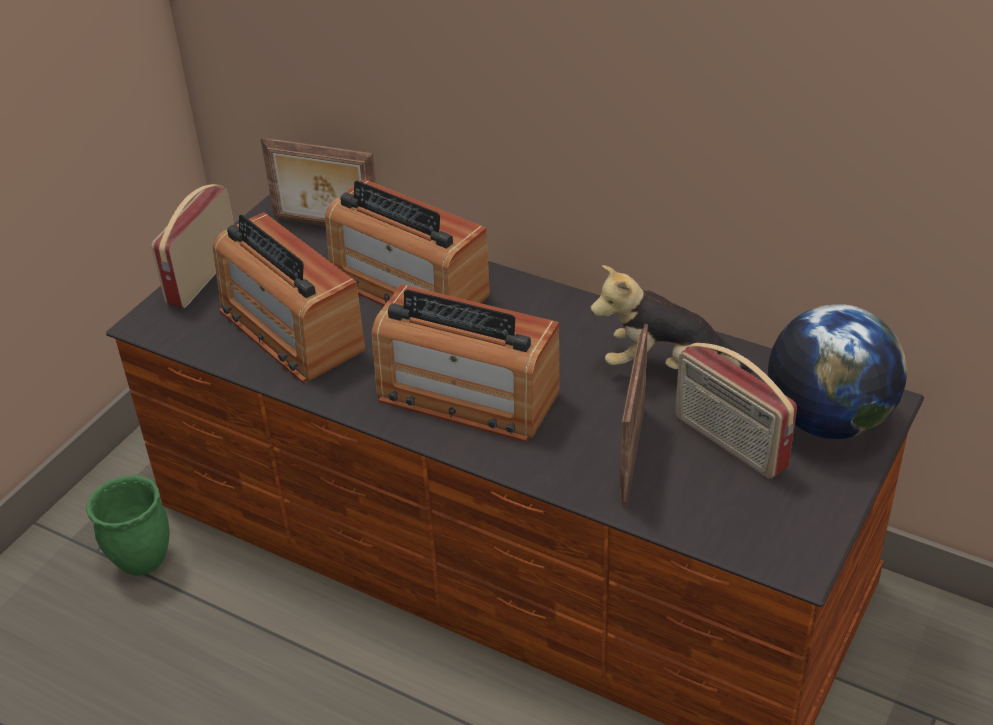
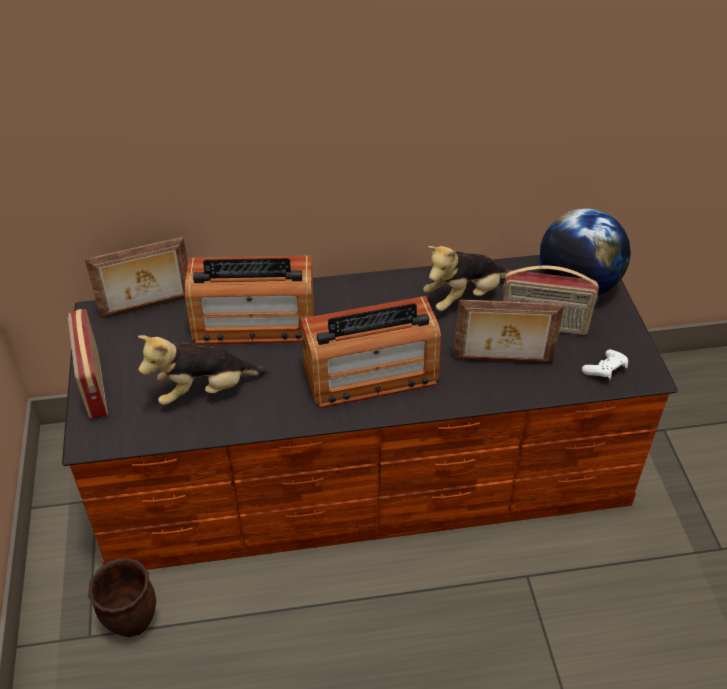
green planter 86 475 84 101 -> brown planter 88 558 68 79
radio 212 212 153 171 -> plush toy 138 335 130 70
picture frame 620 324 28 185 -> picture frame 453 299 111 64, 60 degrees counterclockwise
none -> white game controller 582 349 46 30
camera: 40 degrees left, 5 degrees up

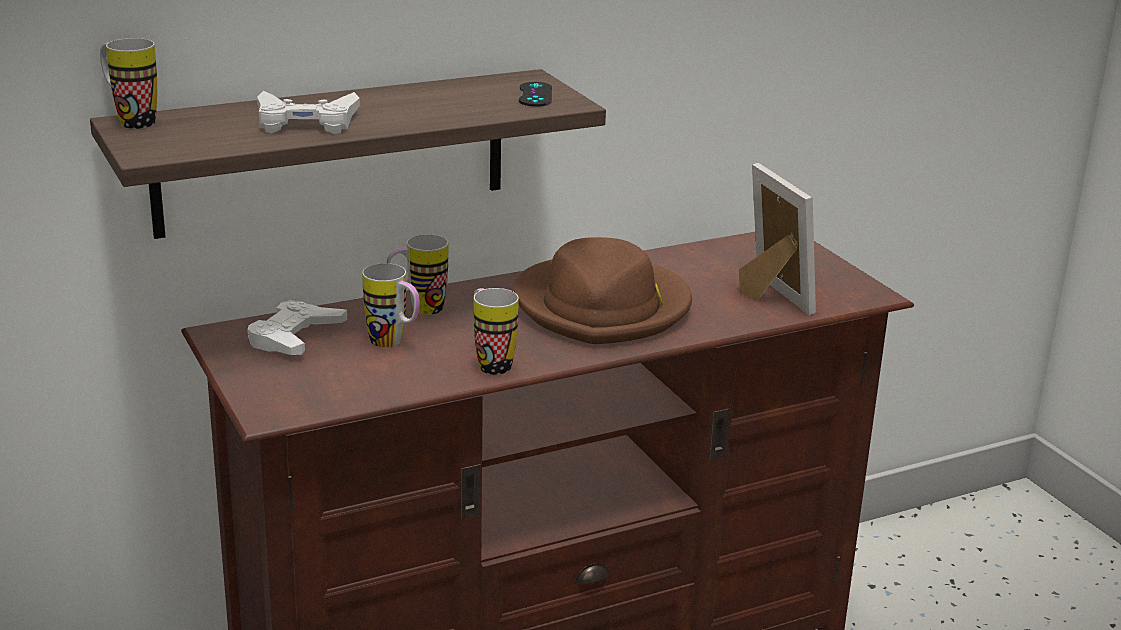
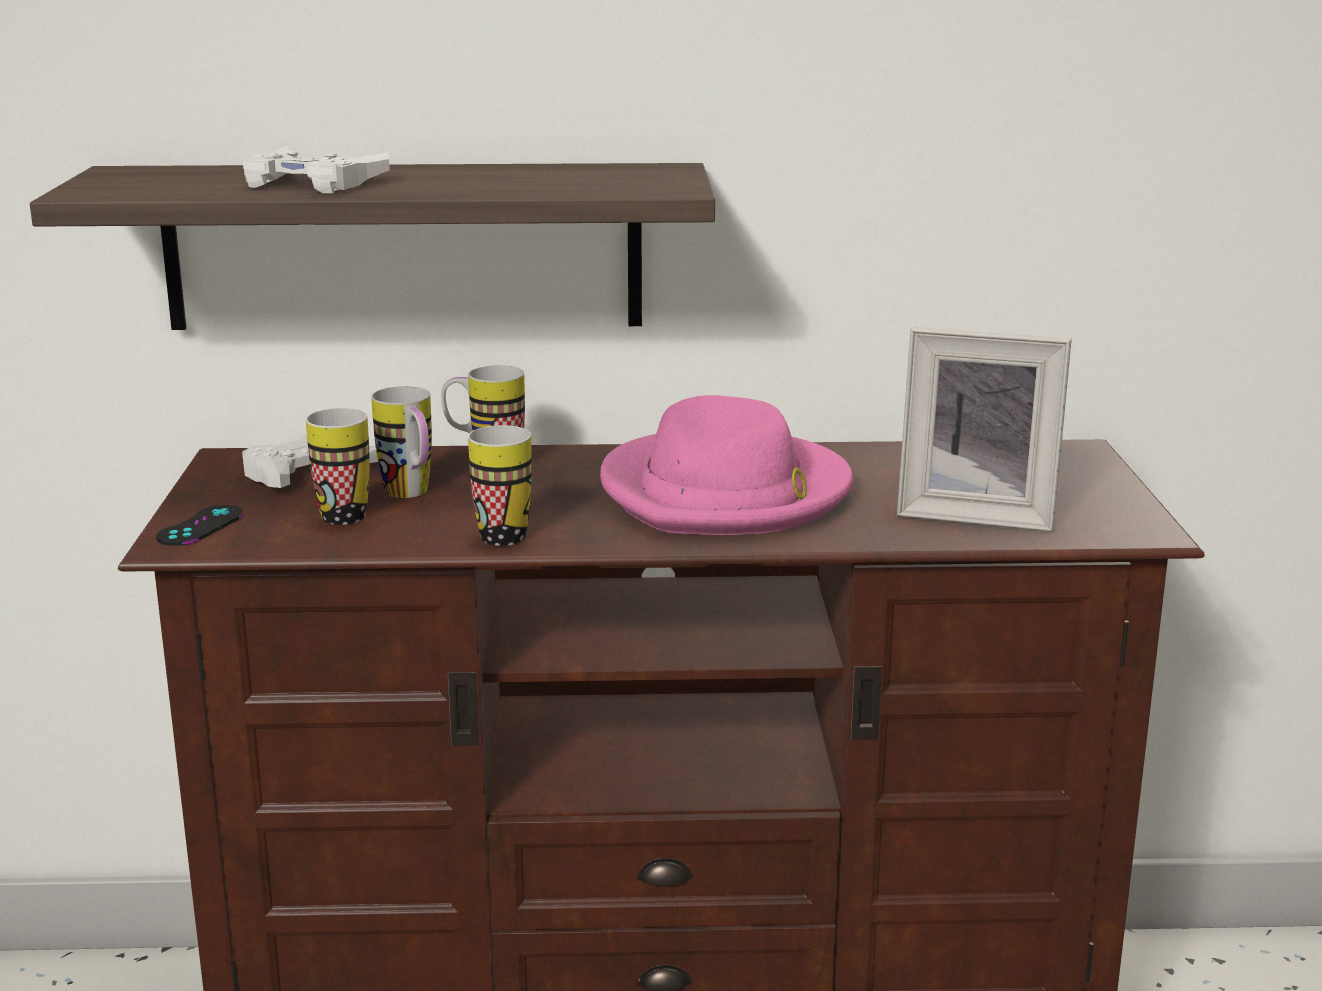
mug 100 38 57 91 -> mug 306 408 64 117, moved
brown hat 514 237 178 107 -> pink hat 600 395 253 140
black game controller 519 82 33 25 -> black game controller 156 505 88 41, moved
picture frame 739 163 77 152 -> picture frame 897 327 175 205, 105 degrees clockwise
camera: 25 degrees right, 5 degrees down

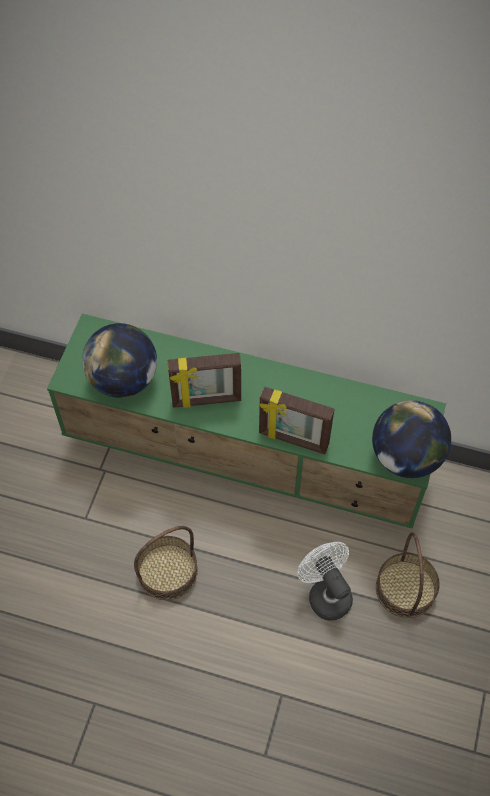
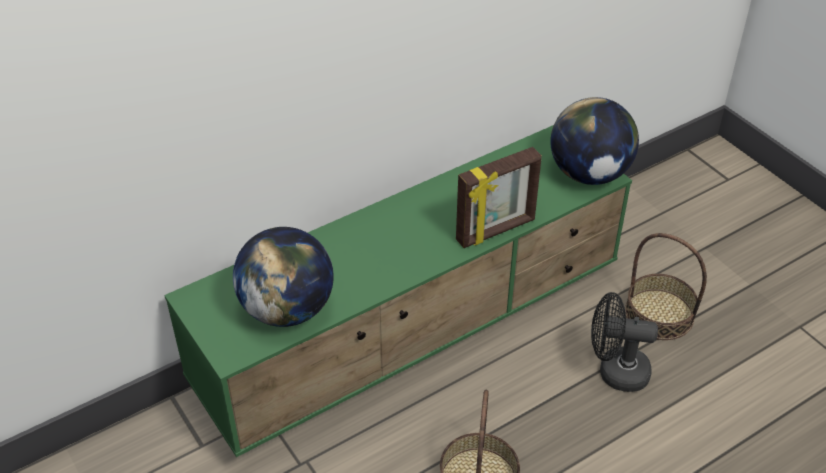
picture frame 167 353 74 55 -> none
white fan 297 542 56 79 -> black fan 591 292 67 100
camera: 50 degrees left, 15 degrees down

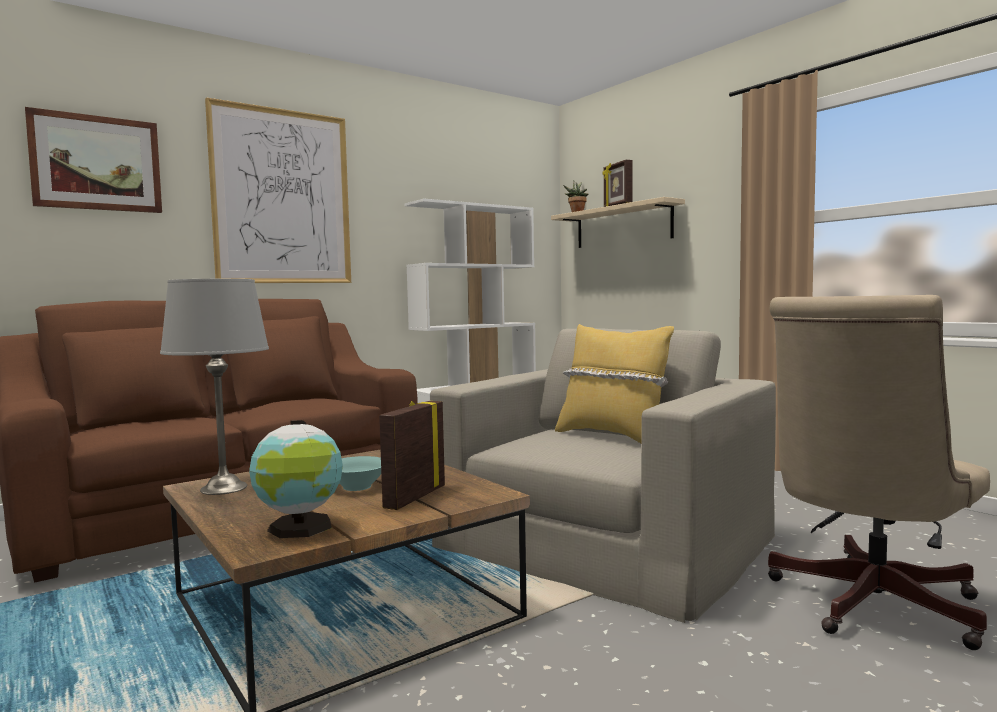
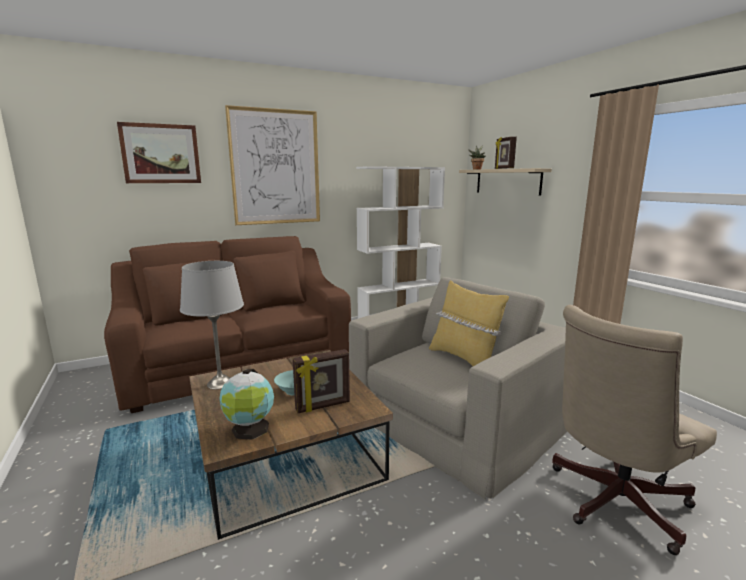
picture frame 379 401 66 109 -> picture frame 293 349 57 64, 150 degrees counterclockwise
camera: 10 degrees right, 10 degrees up

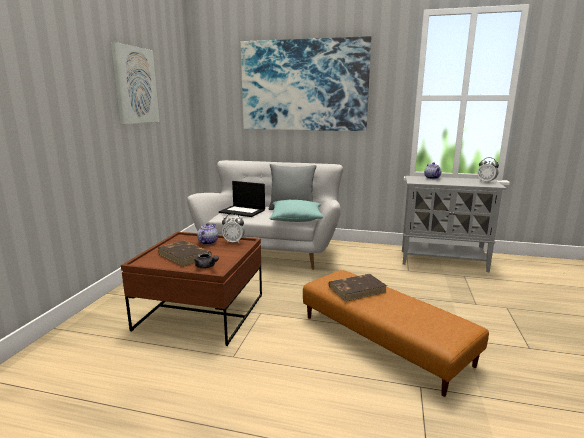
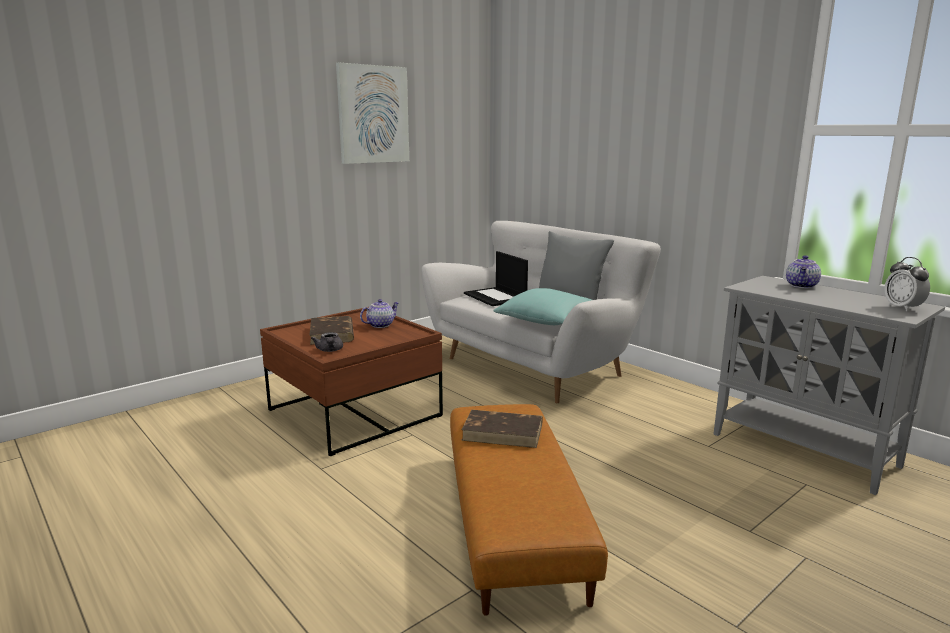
alarm clock 222 214 23 29 -> none
picture 241 36 130 95 -> none
camera: 35 degrees right, 0 degrees up

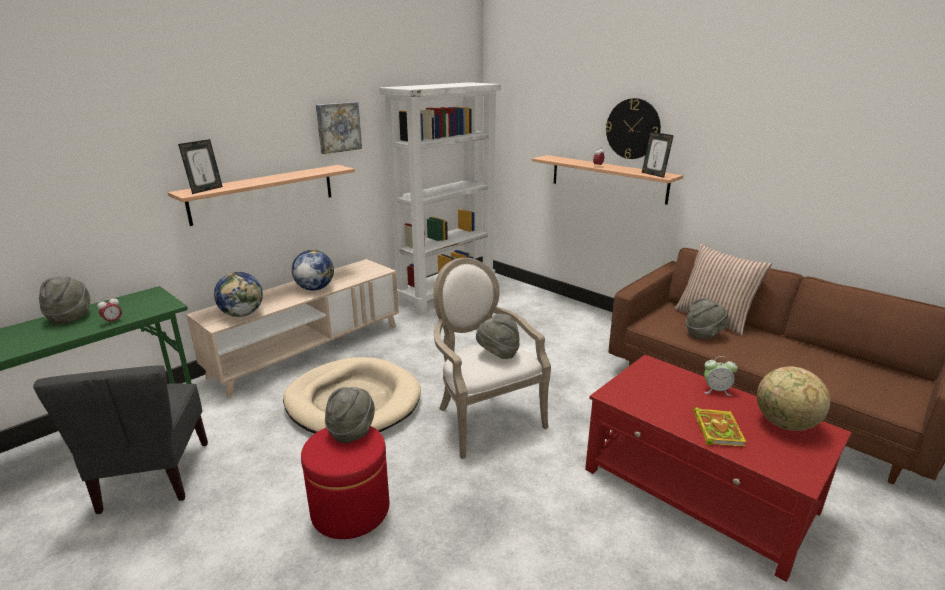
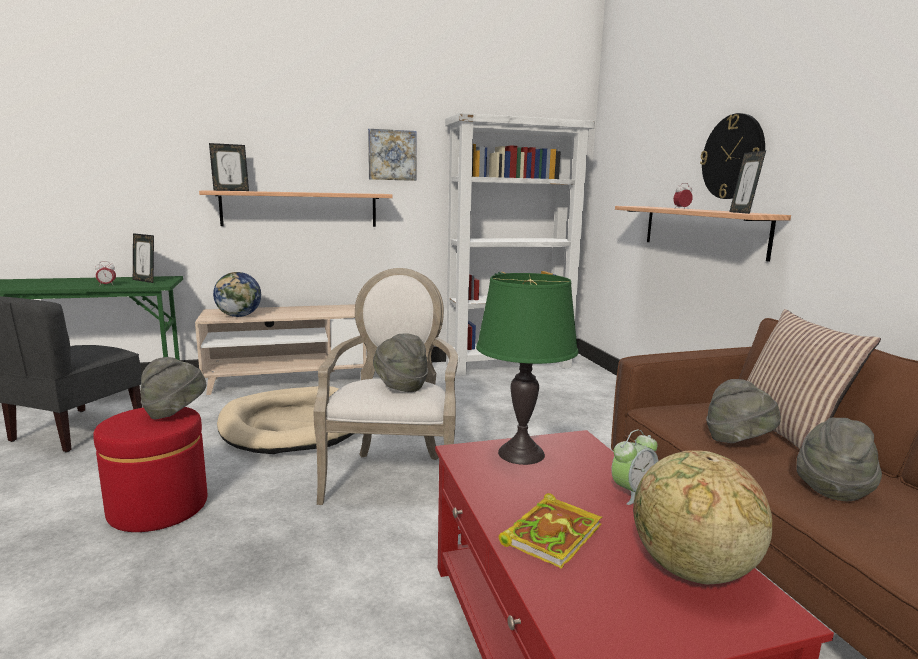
grey hat 39 276 51 49 -> grey hat 796 418 86 83, moved
globe 292 250 42 41 -> none
alarm clock 704 356 34 40 -> alarm clock 611 430 47 75, 75 degrees counterclockwise
none -> picture frame 133 233 21 50
none -> green table lamp 476 273 103 192
camera: 30 degrees right, 10 degrees down

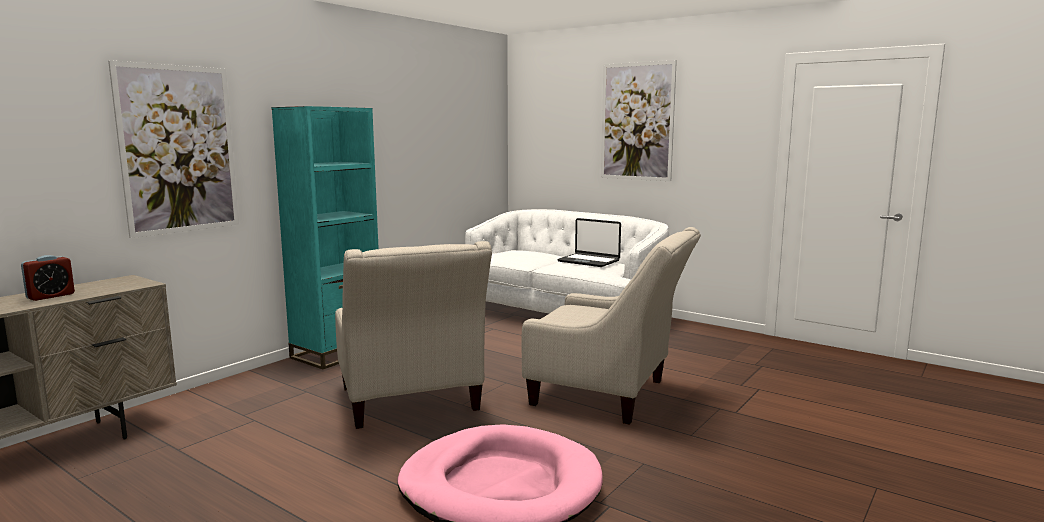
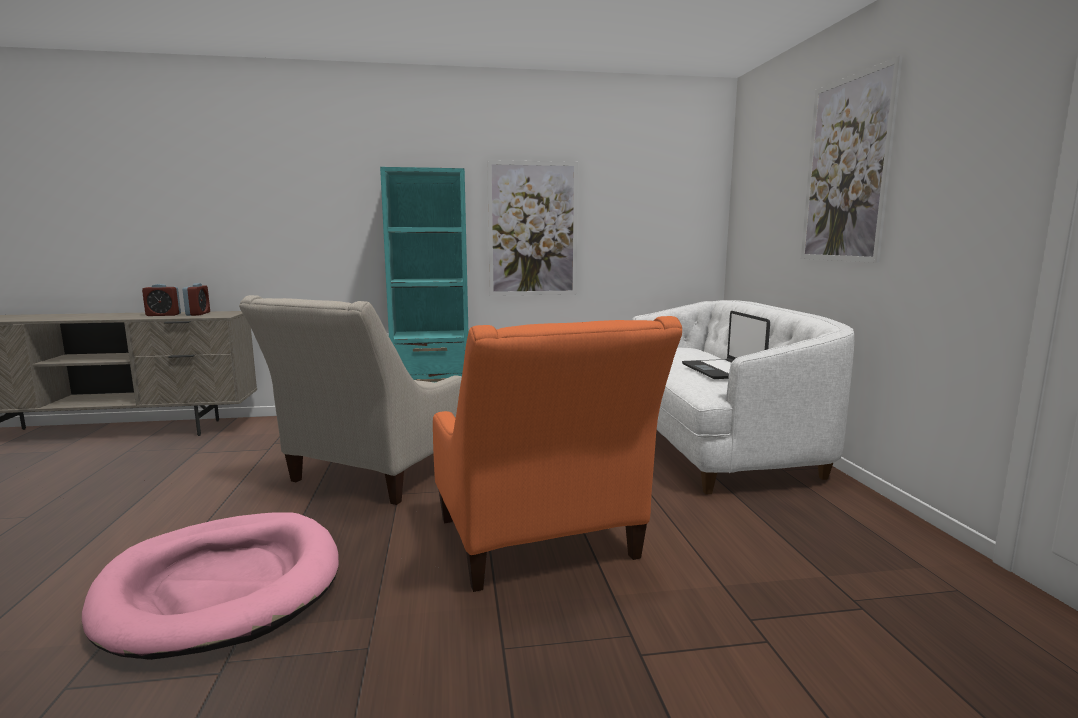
picture 108 60 131 178 -> picture 487 160 91 136, moved
beige armchair 522 227 179 198 -> orange armchair 433 316 249 276
none -> alarm clock 183 283 27 33
camera: 45 degrees right, 0 degrees up

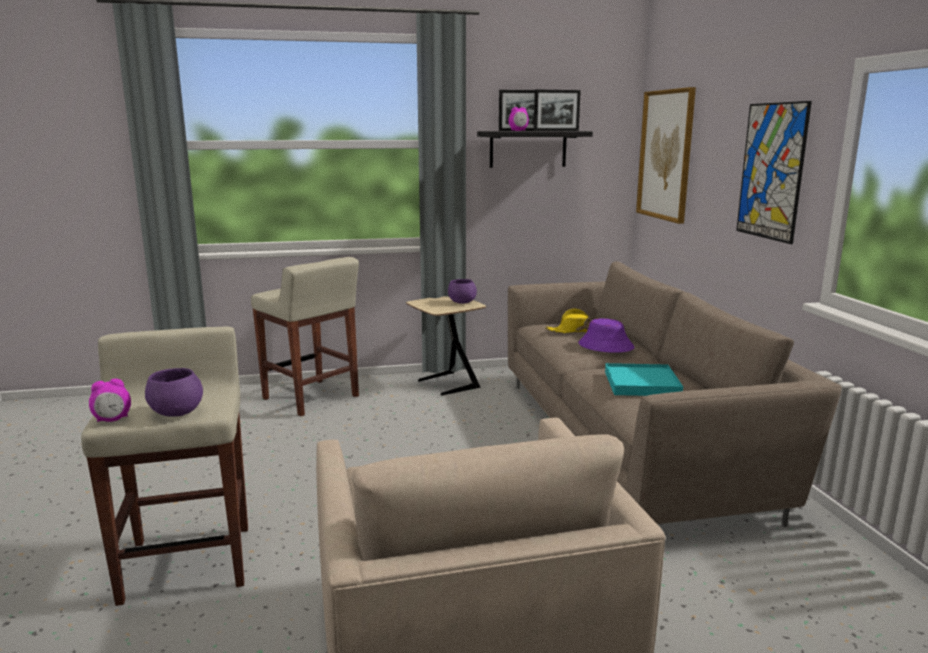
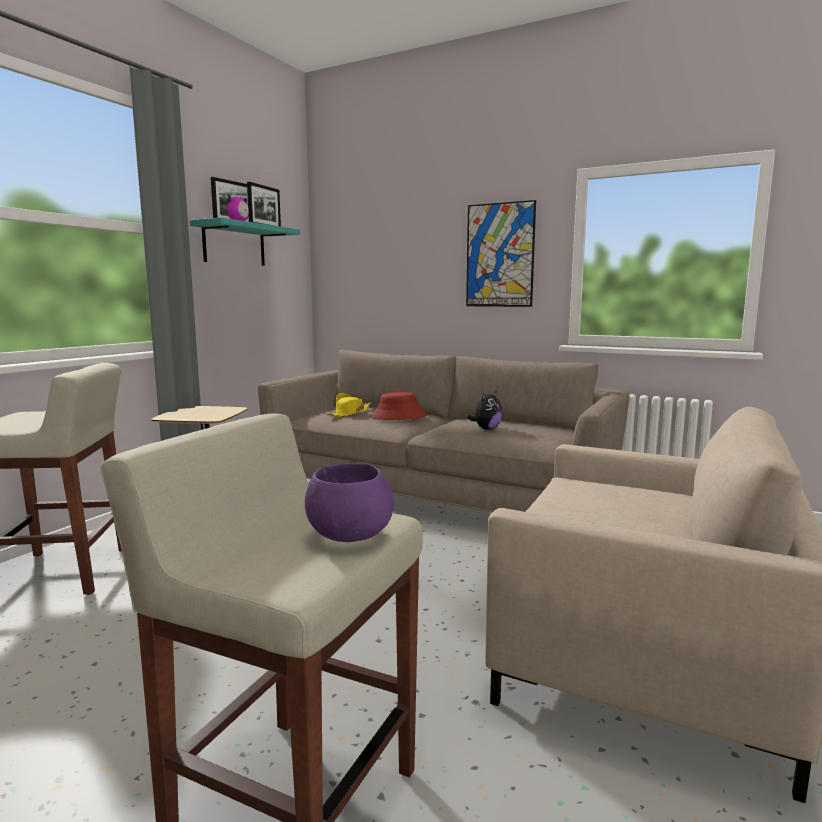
alarm clock 89 379 42 43 -> none
purple bowl 448 279 29 25 -> none
black shelf 477 131 116 37 -> turquoise shelf 190 218 110 48
purple hat 578 319 57 34 -> red hat 370 392 57 28
turquoise tray 605 363 78 33 -> plush toy 468 390 35 40
picture 636 87 60 137 -> none
camera: 50 degrees left, 5 degrees down

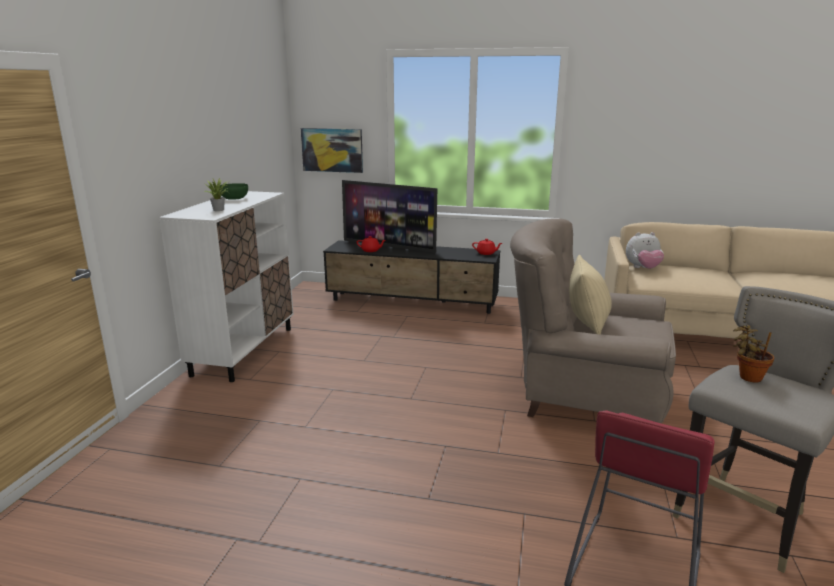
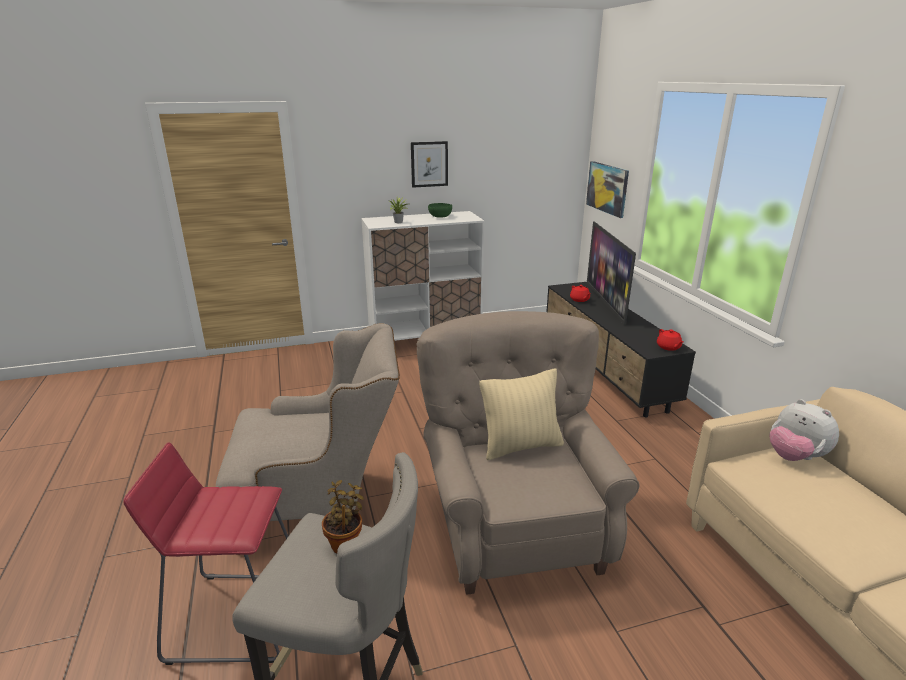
none -> beige armchair 216 323 184 198
none -> picture 411 141 37 47
camera: 60 degrees right, 5 degrees up

